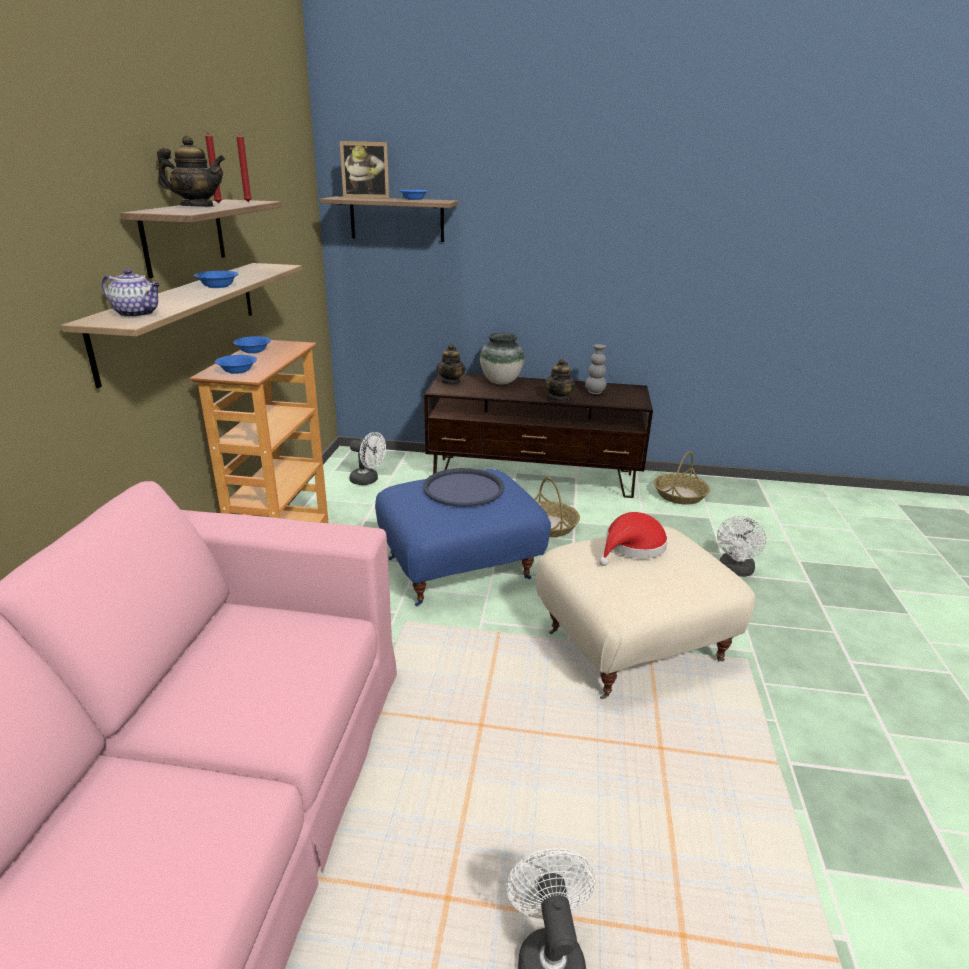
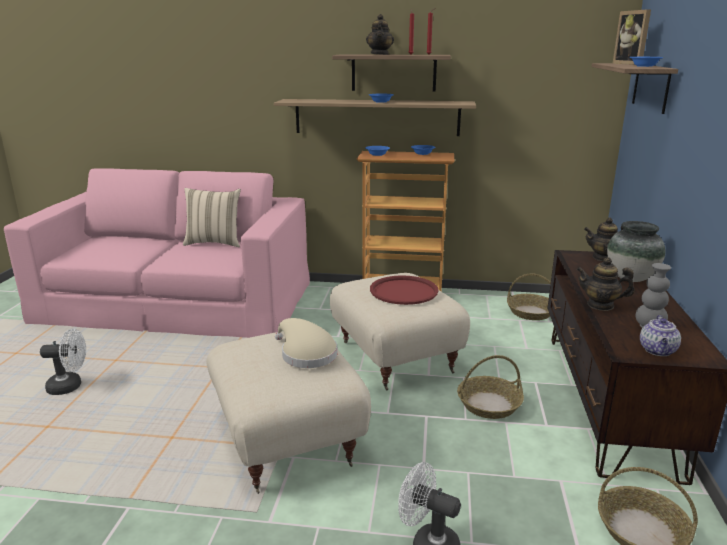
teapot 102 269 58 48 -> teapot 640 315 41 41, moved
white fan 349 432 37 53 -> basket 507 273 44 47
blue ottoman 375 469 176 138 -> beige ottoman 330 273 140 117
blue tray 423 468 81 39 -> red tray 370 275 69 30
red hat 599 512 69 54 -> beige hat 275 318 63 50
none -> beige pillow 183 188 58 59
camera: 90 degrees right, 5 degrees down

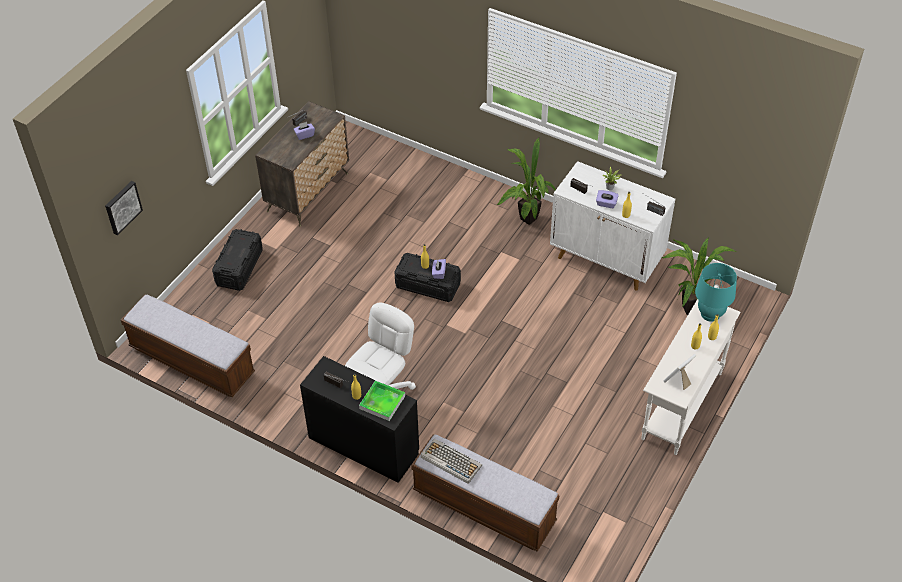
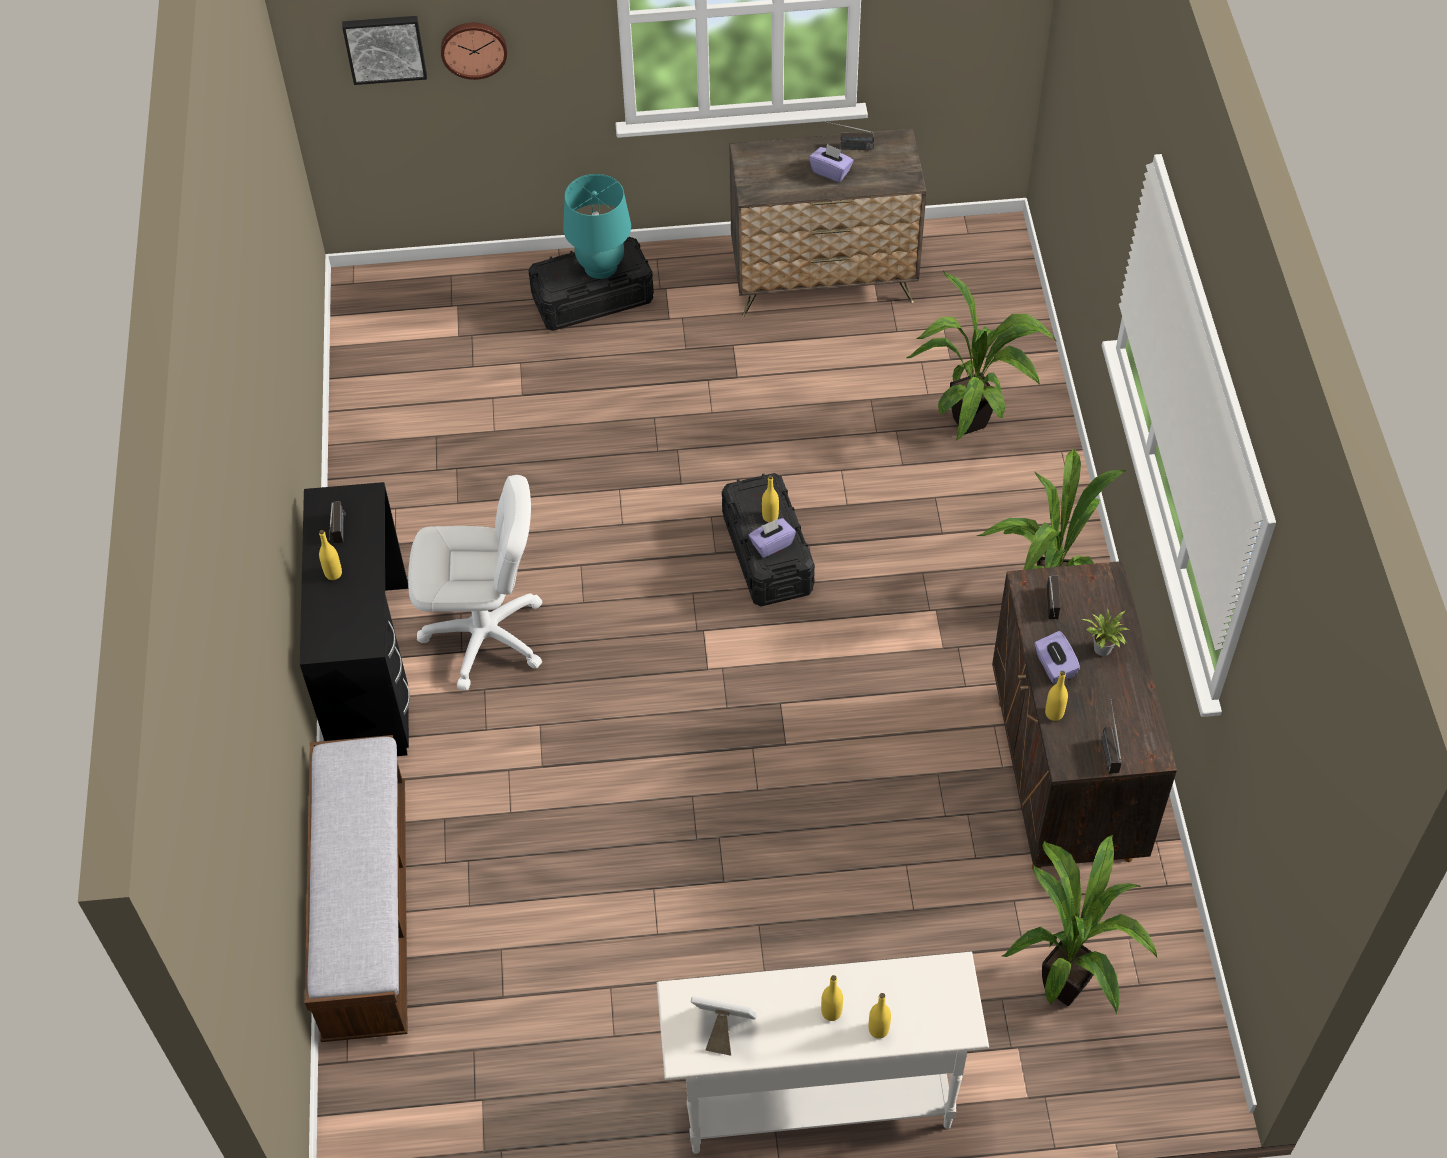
bench 121 295 134 102 -> none
tray 359 380 46 41 -> none
keyboard 421 438 61 46 -> none
white cabinet 550 161 125 130 -> brown cabinet 992 561 185 308
turquoise table lamp 695 263 42 59 -> turquoise table lamp 563 174 68 105, moved
none -> wall clock 441 23 66 57
none -> potted plant 906 271 151 170
camera: 55 degrees right, 5 degrees up

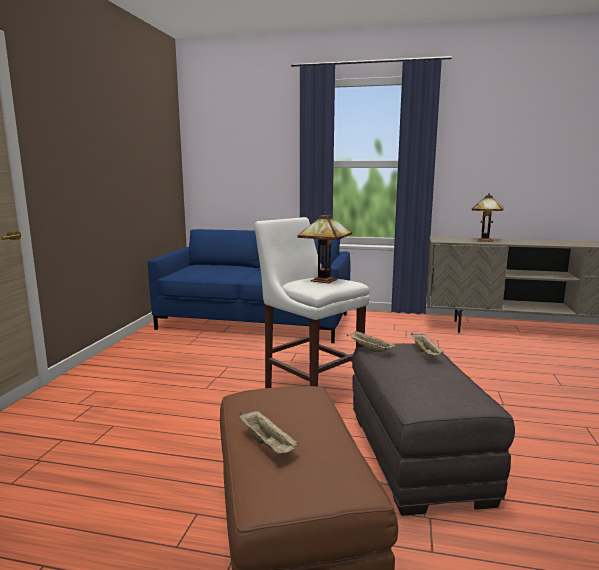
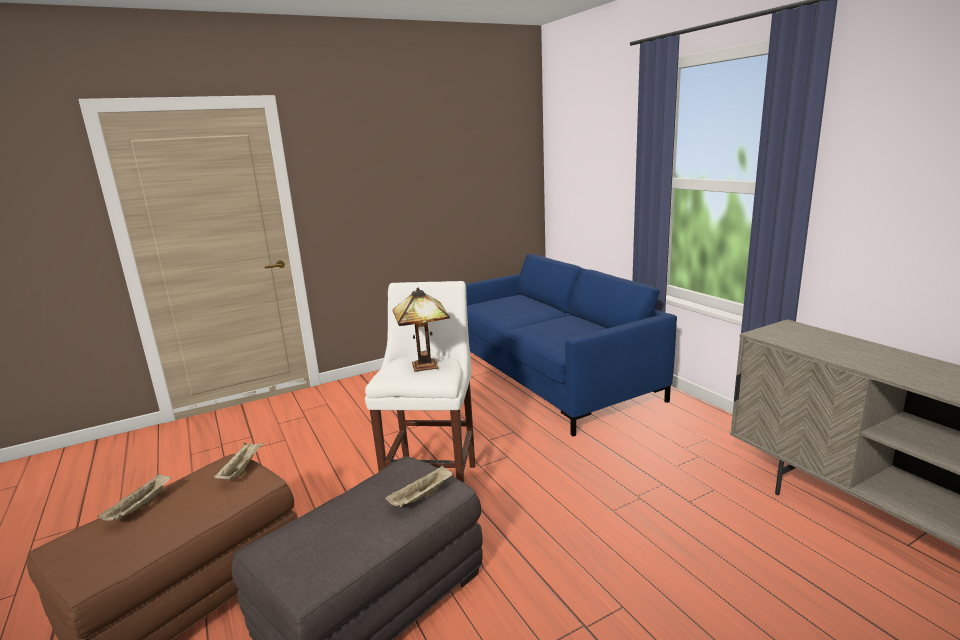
beige tray 347 330 50 22 -> beige tray 213 442 51 37, moved
table lamp 472 193 32 49 -> none
camera: 50 degrees right, 5 degrees up

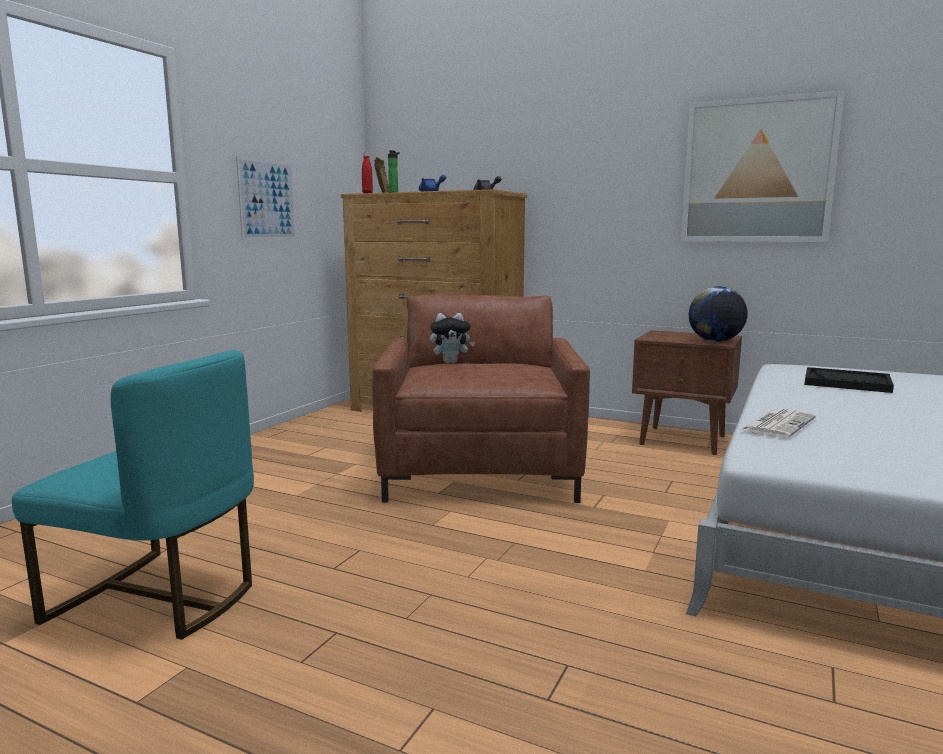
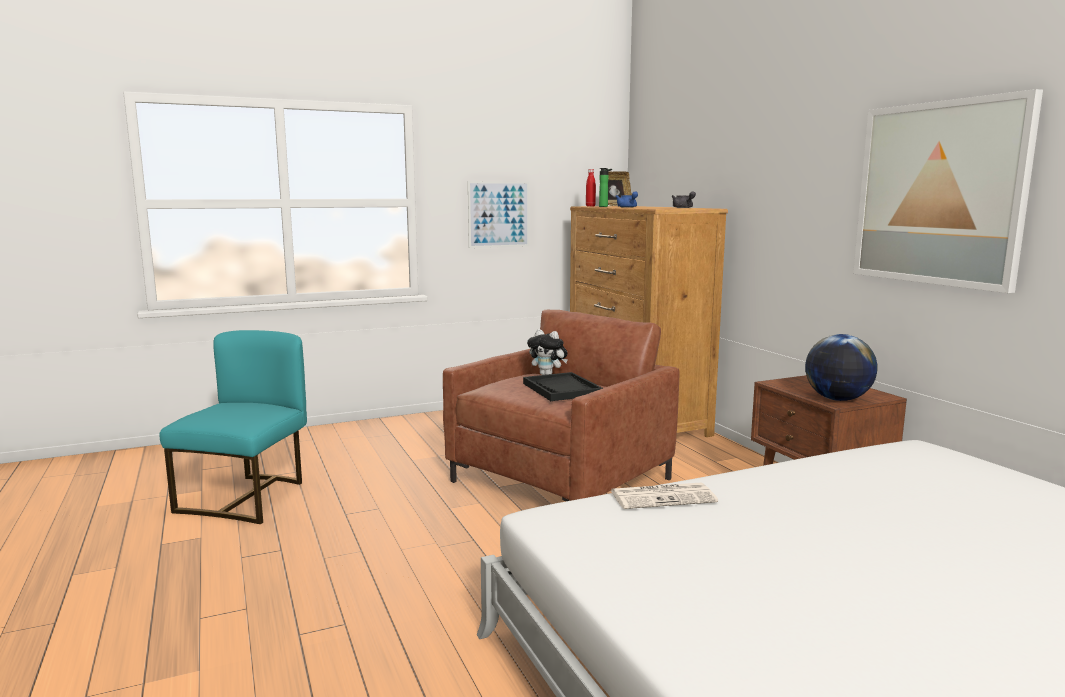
turquoise chair 12 350 242 290 -> turquoise chair 160 330 147 194, 135 degrees counterclockwise
black tray 805 367 89 26 -> black tray 523 372 80 29, moved
camera: 40 degrees right, 0 degrees up

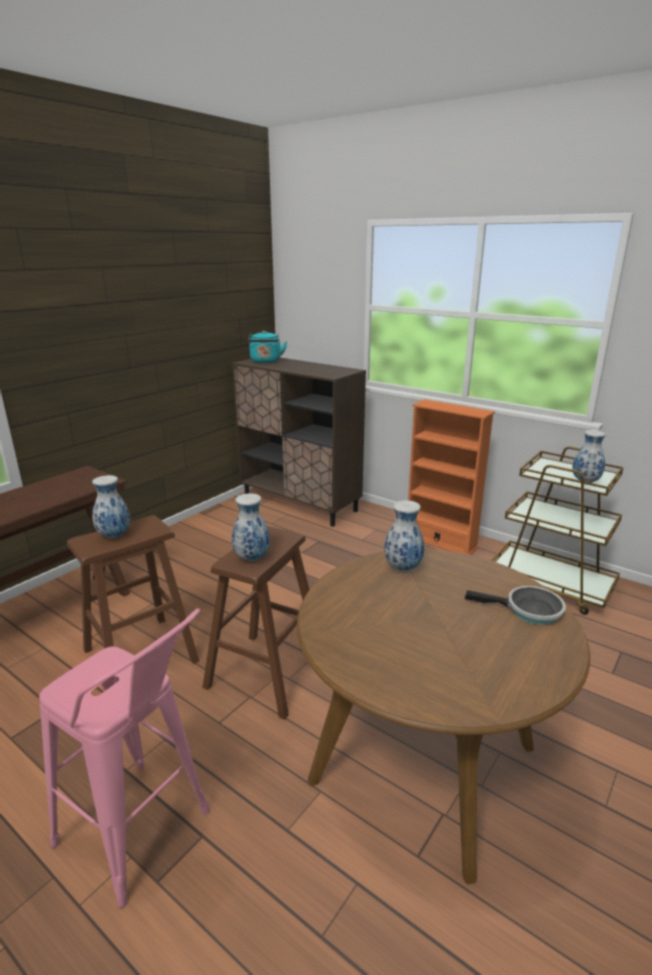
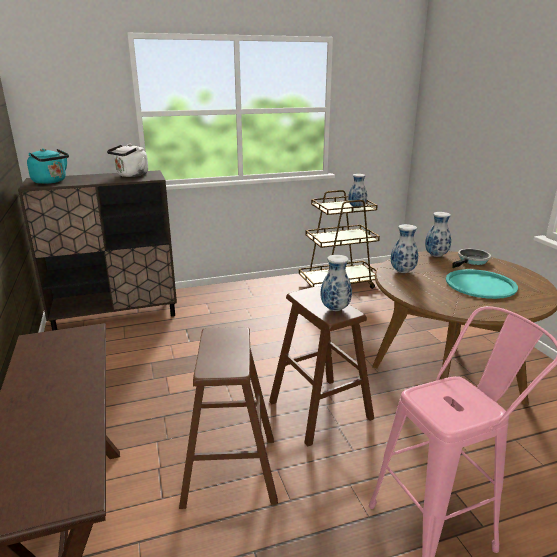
vase 92 475 38 63 -> vase 425 212 26 45, moved
orange bookcase 408 399 87 156 -> none
none -> white kettle 107 144 41 33
none -> turquoise tray 446 269 72 30
camera: 55 degrees left, 0 degrees up

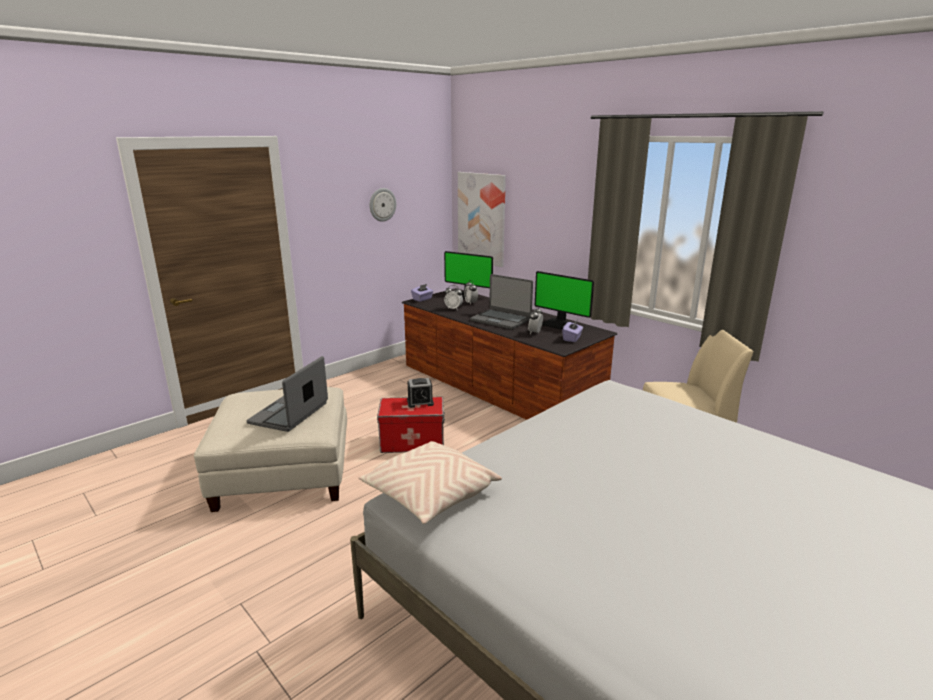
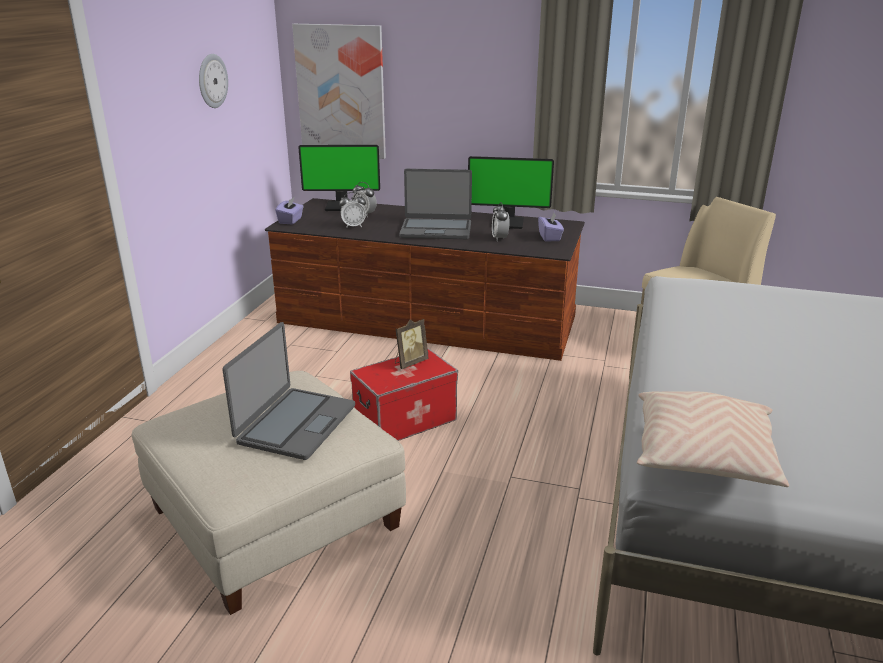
laptop 247 356 81 76 -> laptop 223 322 132 138, 150 degrees counterclockwise
alarm clock 407 378 27 30 -> picture frame 395 319 34 50
camera: 30 degrees left, 5 degrees up

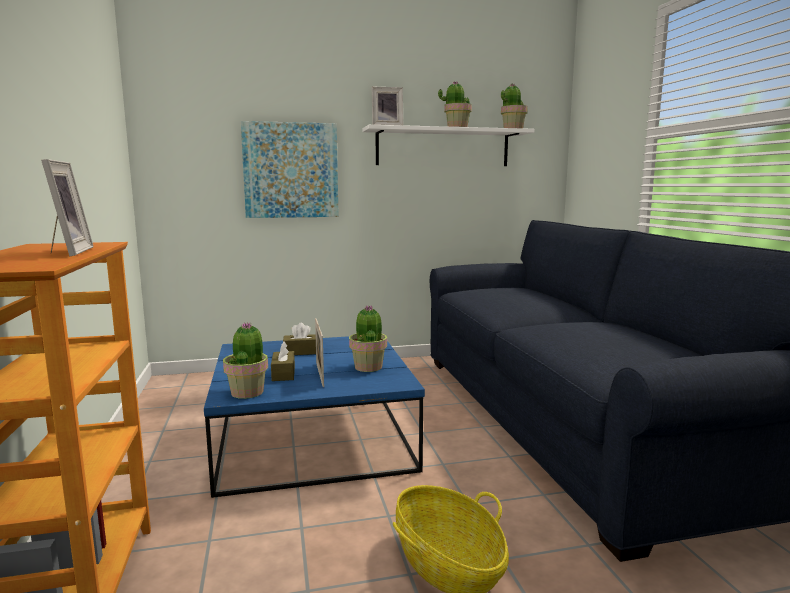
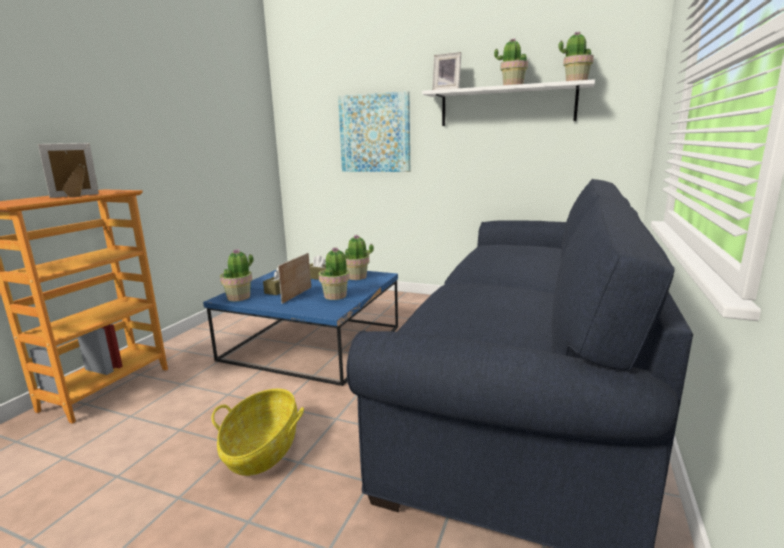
picture frame 41 159 53 97 -> picture frame 38 143 61 55, 150 degrees counterclockwise
none -> potted plant 345 235 29 45
camera: 35 degrees right, 5 degrees up

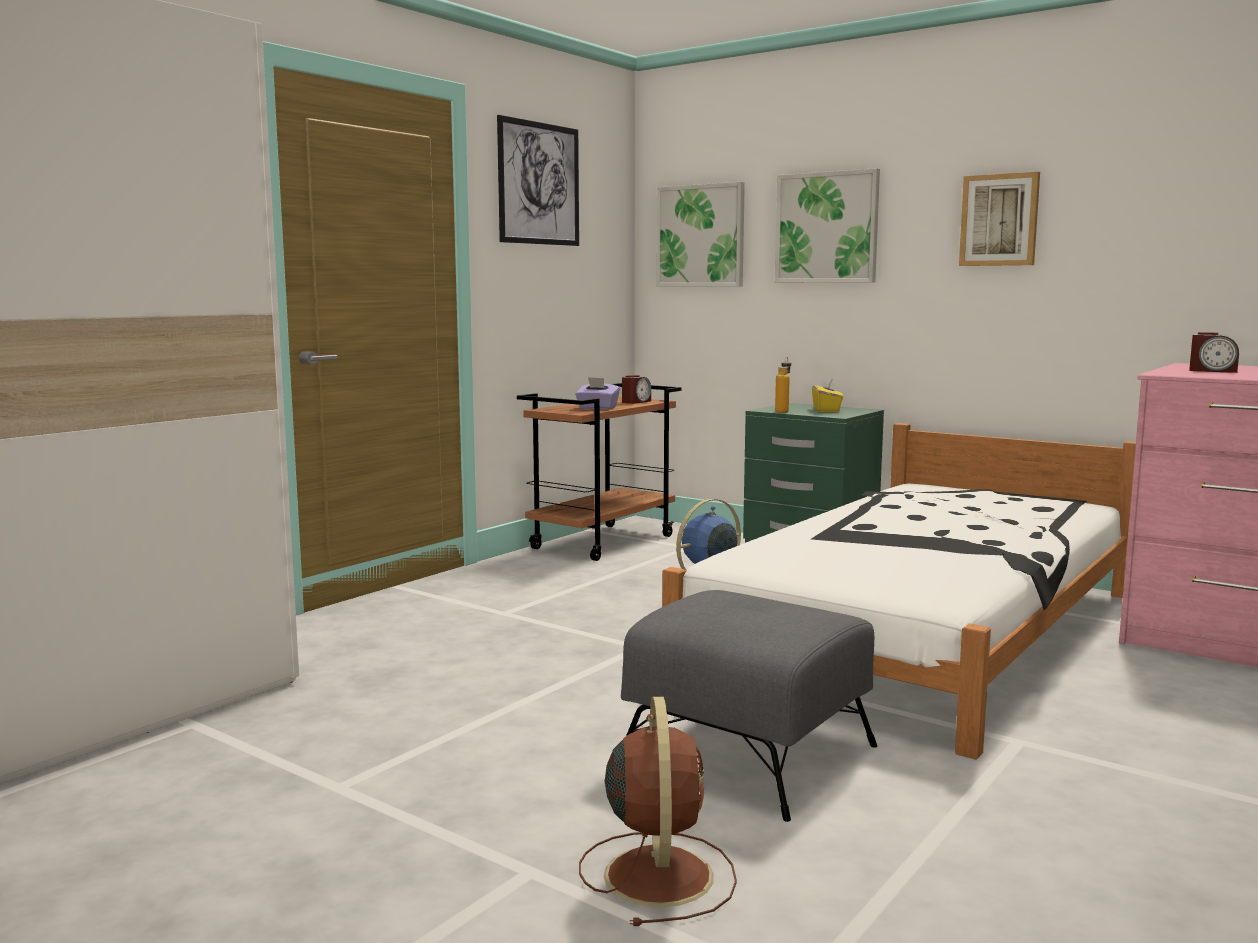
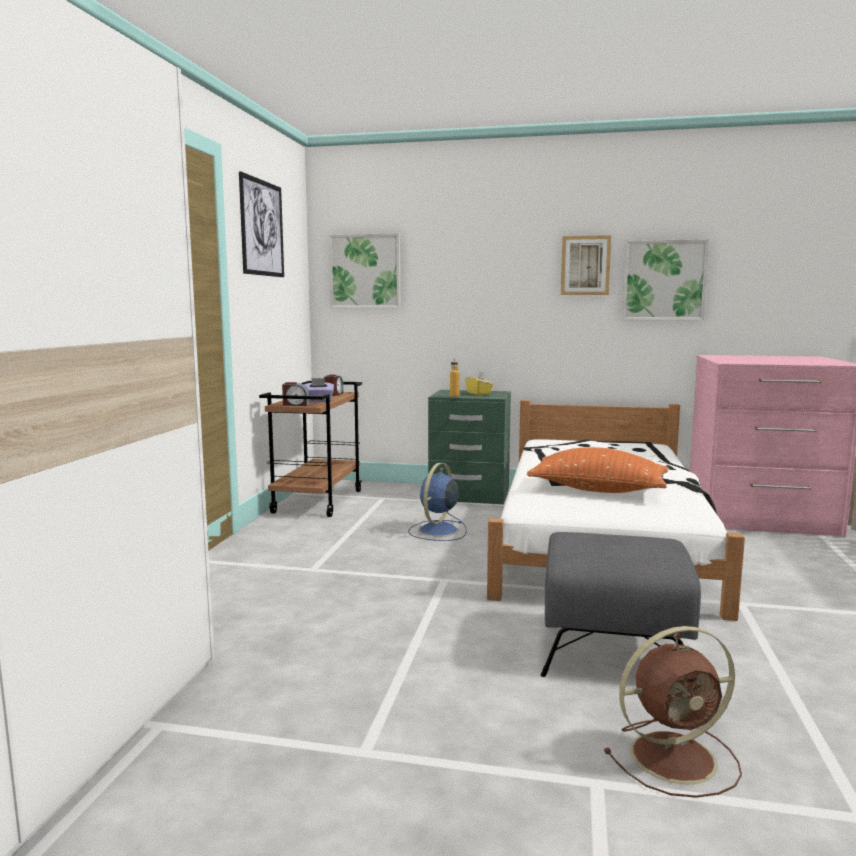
brown fan 579 697 158 229 -> brown fan 604 626 138 172, 105 degrees clockwise
picture 775 168 105 115 -> picture 622 239 87 81, moved
alarm clock 1189 332 50 41 -> alarm clock 282 382 28 24, moved
none -> orange pillow 526 447 143 46
camera: 25 degrees left, 0 degrees up

